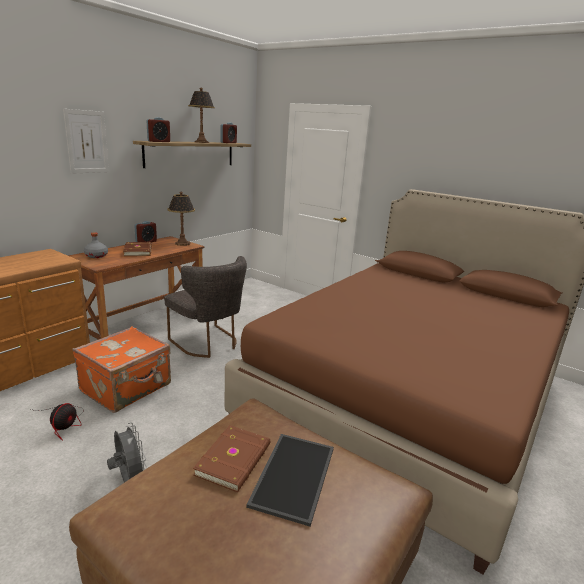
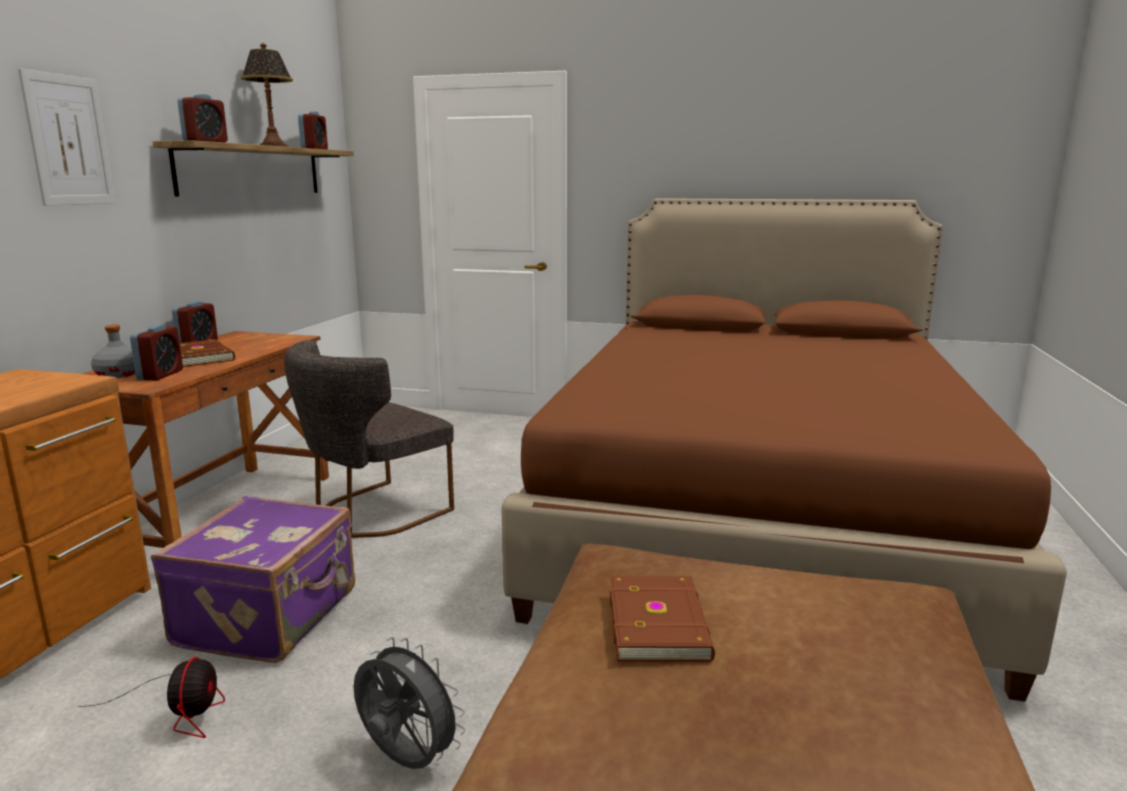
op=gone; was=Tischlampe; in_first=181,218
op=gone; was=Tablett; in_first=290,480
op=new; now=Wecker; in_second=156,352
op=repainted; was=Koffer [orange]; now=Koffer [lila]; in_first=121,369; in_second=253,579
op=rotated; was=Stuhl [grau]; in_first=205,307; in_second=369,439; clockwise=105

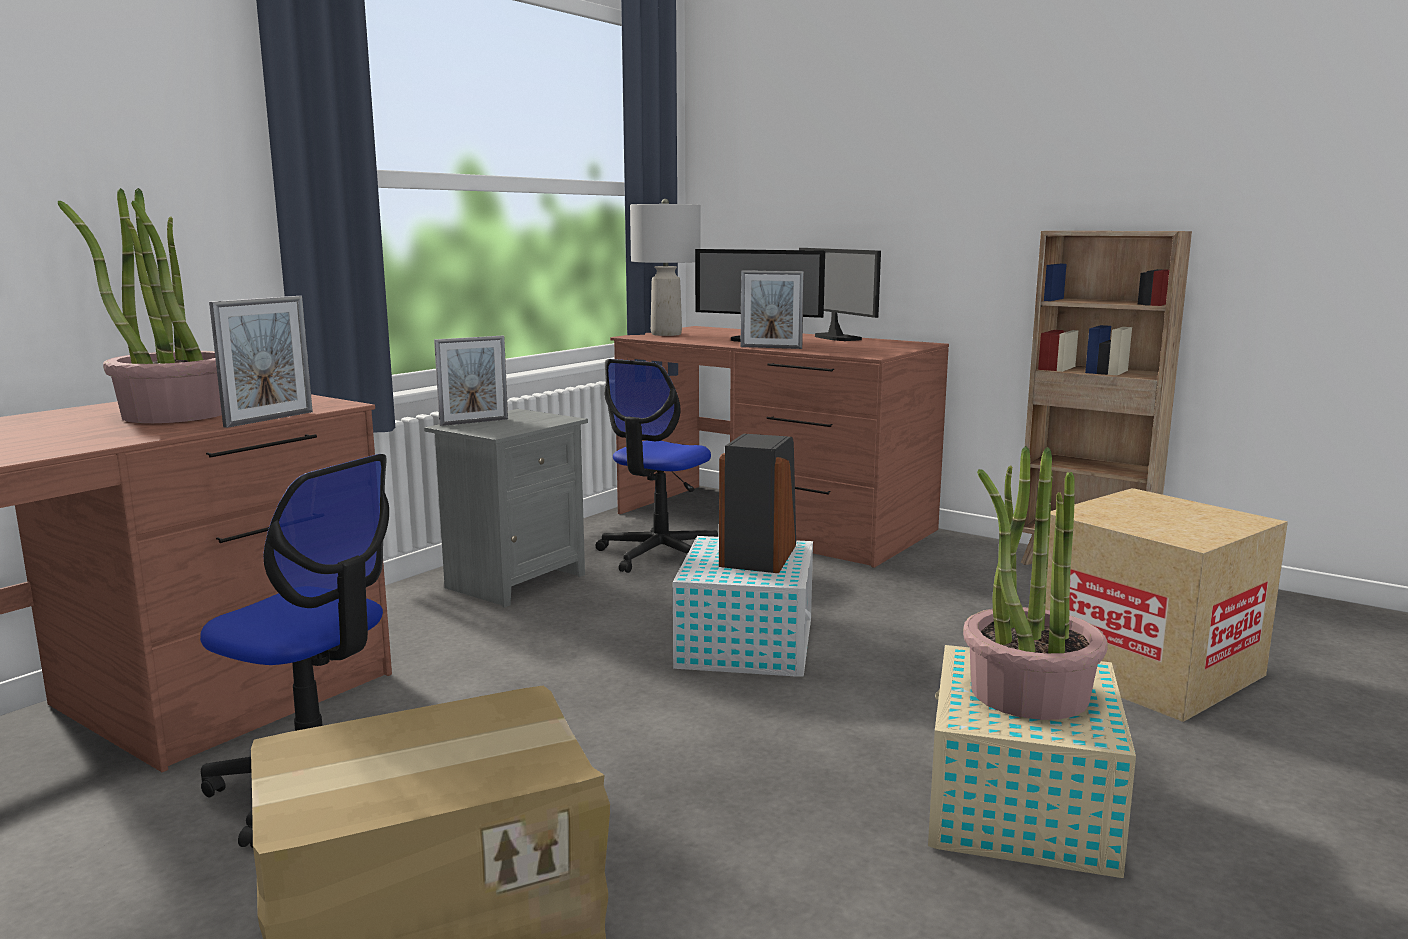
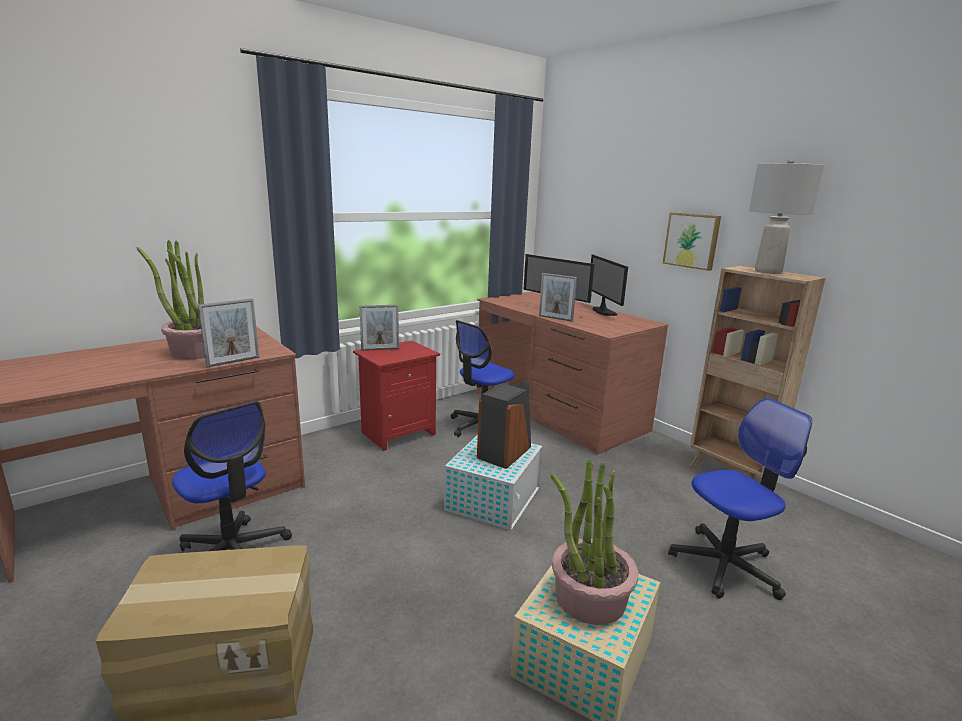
op=new; now=Bild; in_second=692,242
op=shifted; was=Tischlampe [grau]; in_first=665,267; in_second=786,217
op=swapped; was=Karton; now=Bürostuhl; in_first=1166,605; in_second=740,499
op=repainted; was=Nachttisch [grau]; now=Nachttisch [rot]; in_first=506,508; in_second=396,395

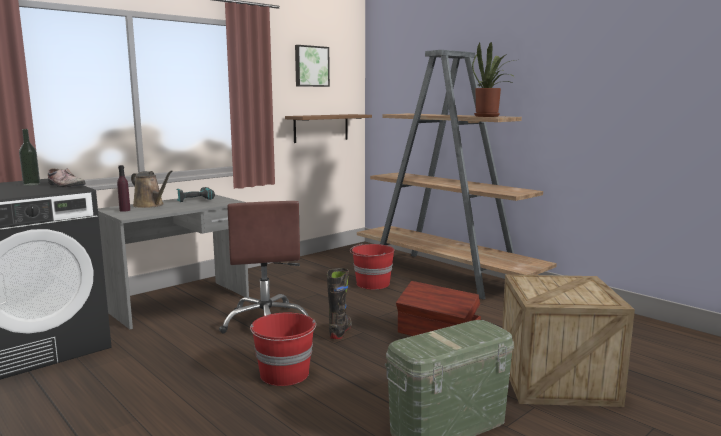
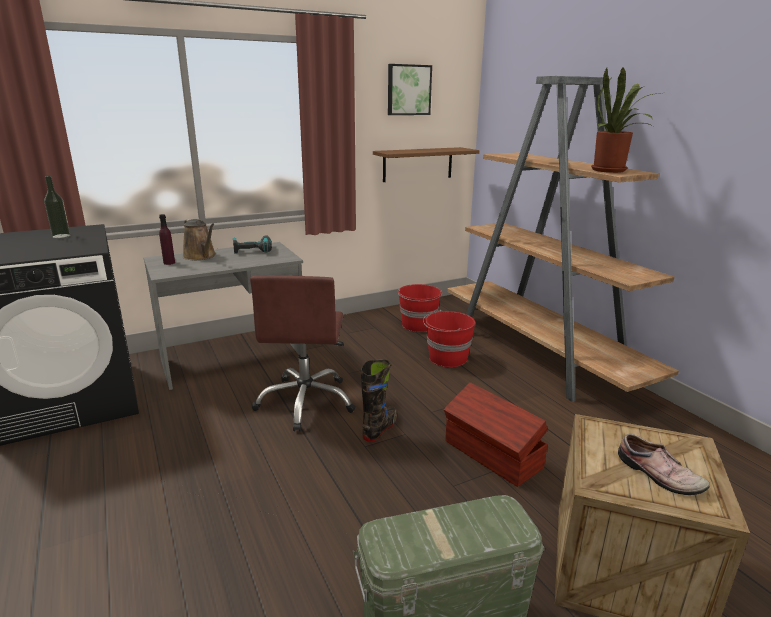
op=shifted; was=Schuh; in_first=67,178; in_second=664,464
op=shifted; was=Eimer [rot]; in_first=283,349; in_second=419,308

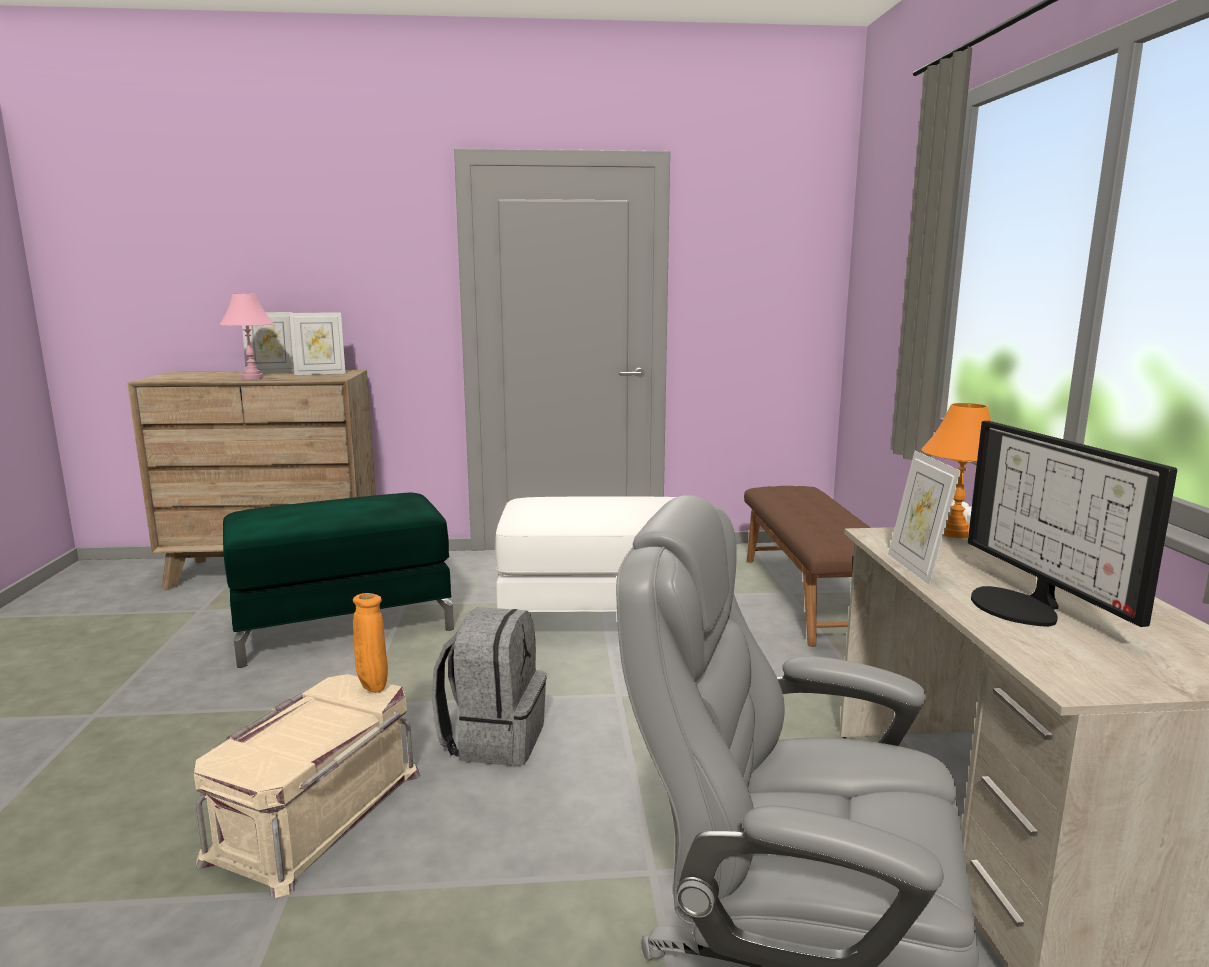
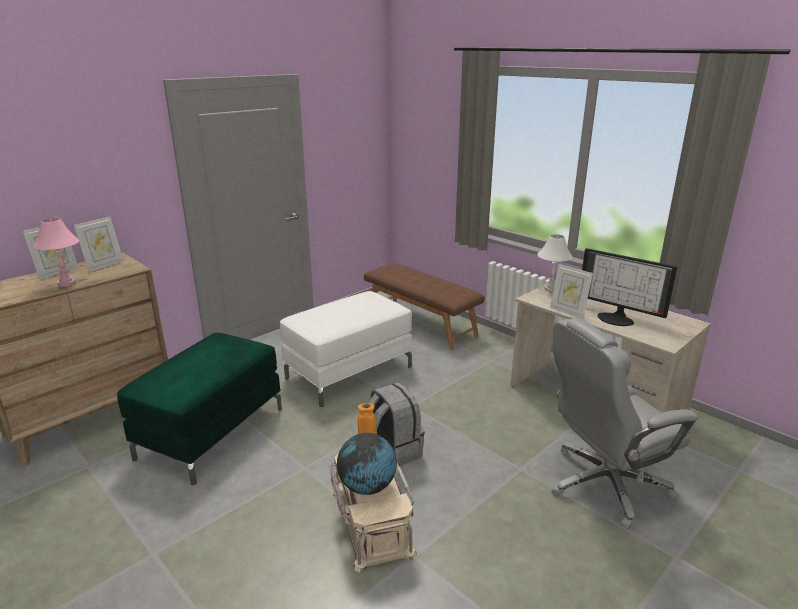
op=new; now=Globus; in_second=367,464
op=repainted; was=Tischlampe [orange]; now=Tischlampe [weiß]; in_first=956,470; in_second=554,263

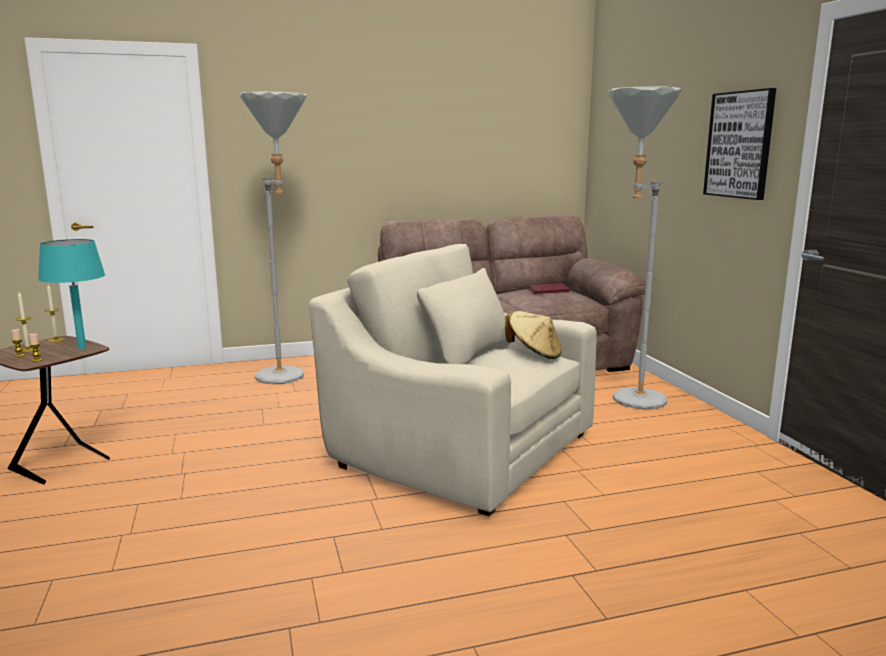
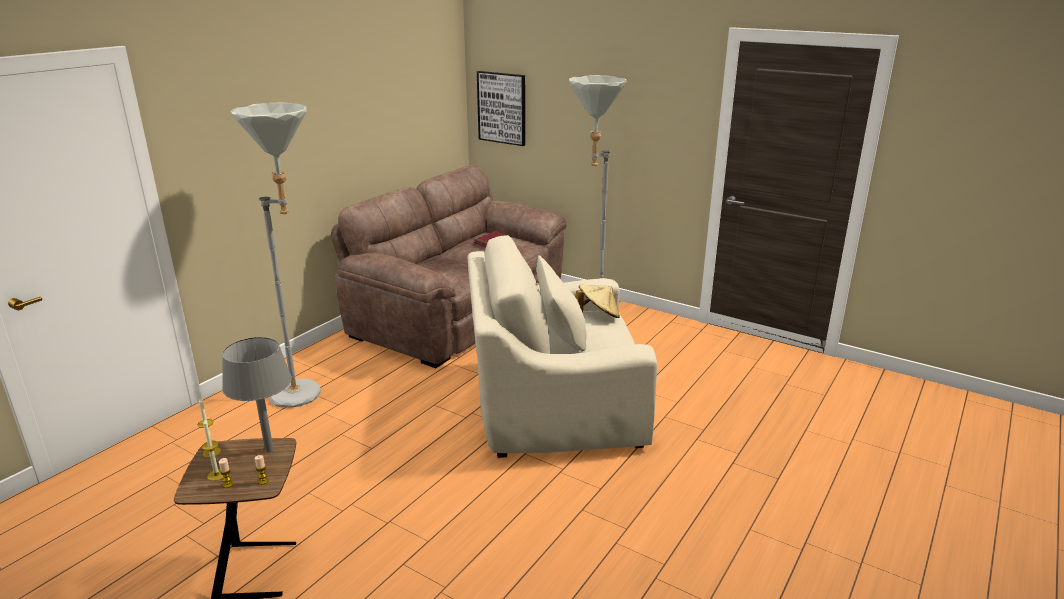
op=shifted; was=Bild; in_first=739,144; in_second=501,108
op=repainted; was=Tischlampe [türkis]; now=Tischlampe [grau]; in_first=71,294; in_second=257,394

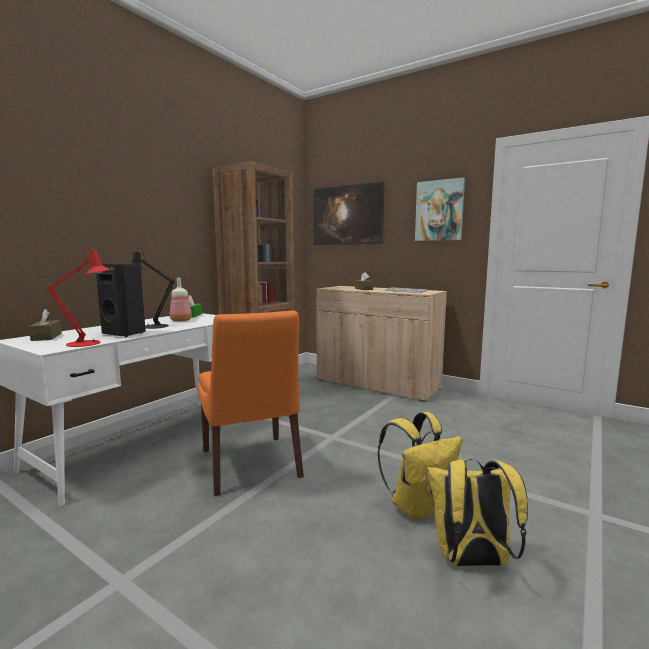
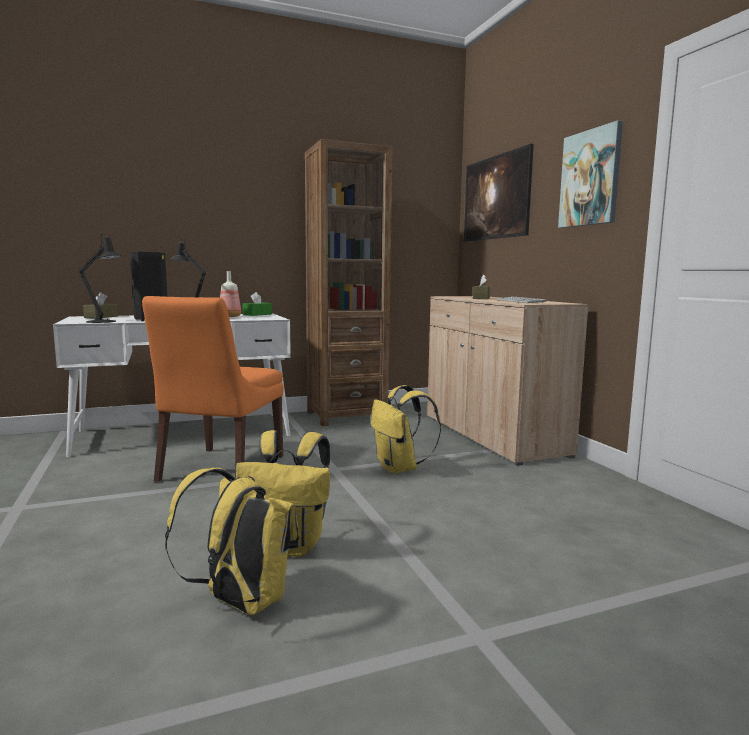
op=new; now=Rucksack [gelb]; in_second=406,429
op=repainted; was=Tischlampe [rot]; now=Tischlampe [schwarz]; in_first=79,296; in_second=100,278

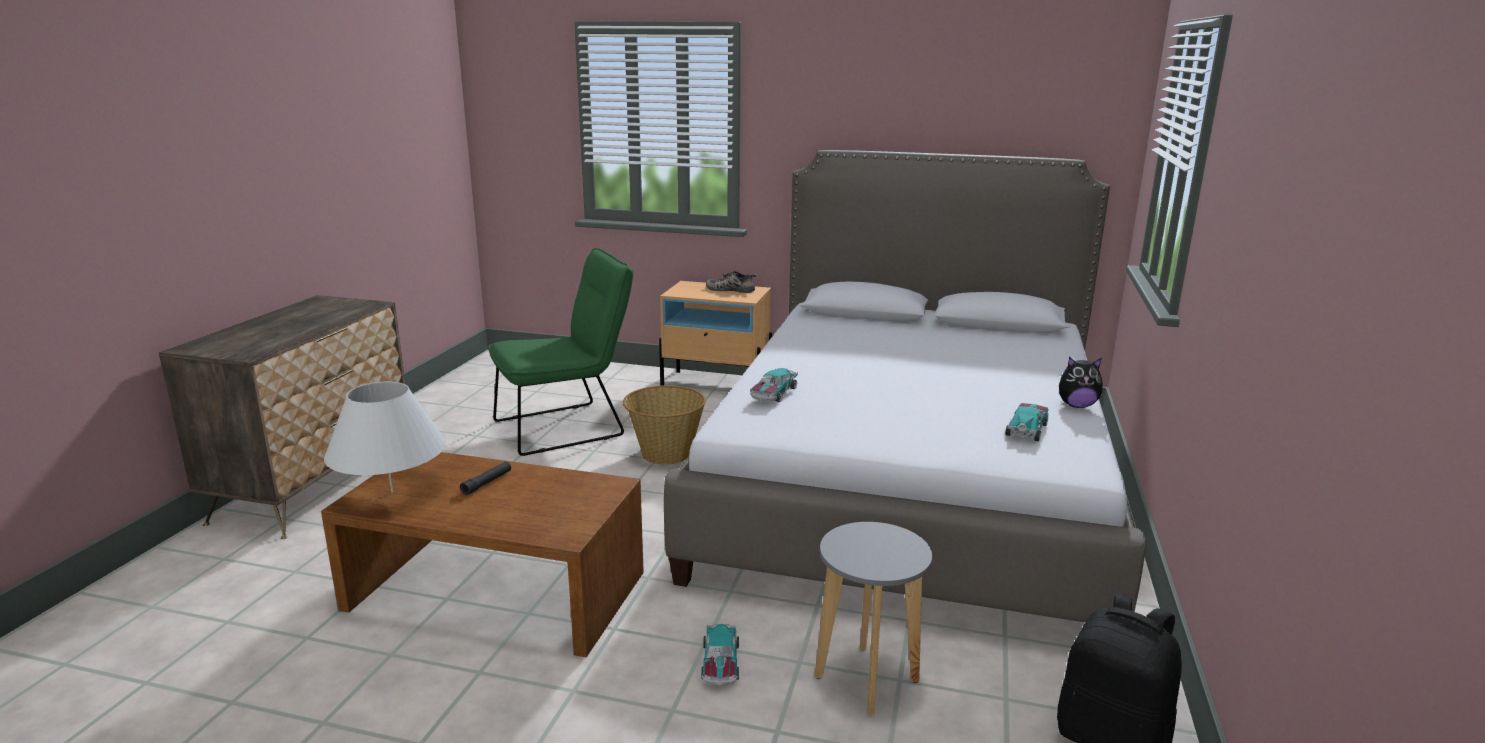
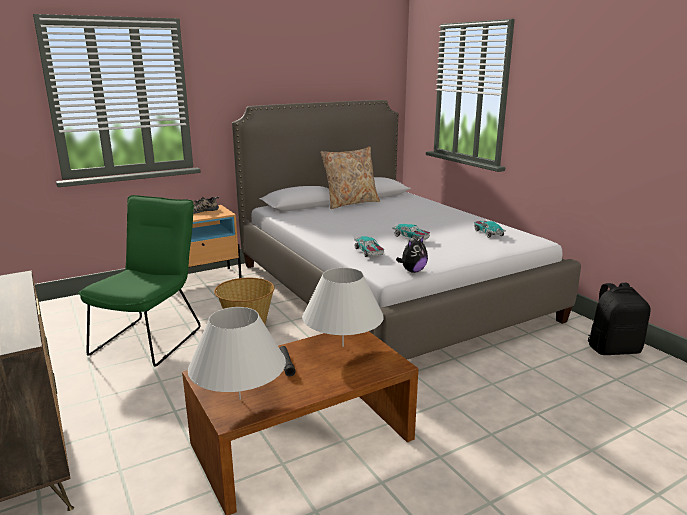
op=gone; was=Hocker [grau]; in_first=873,618
op=new; now=Tischlampe [weiß]; in_second=343,307
op=new; now=Kissen [beige]; in_second=350,178
op=shifted; was=Spielzeugauto; in_first=720,654; in_second=411,232
op=shifted; was=Plüschtier; in_first=1080,382; in_second=412,254

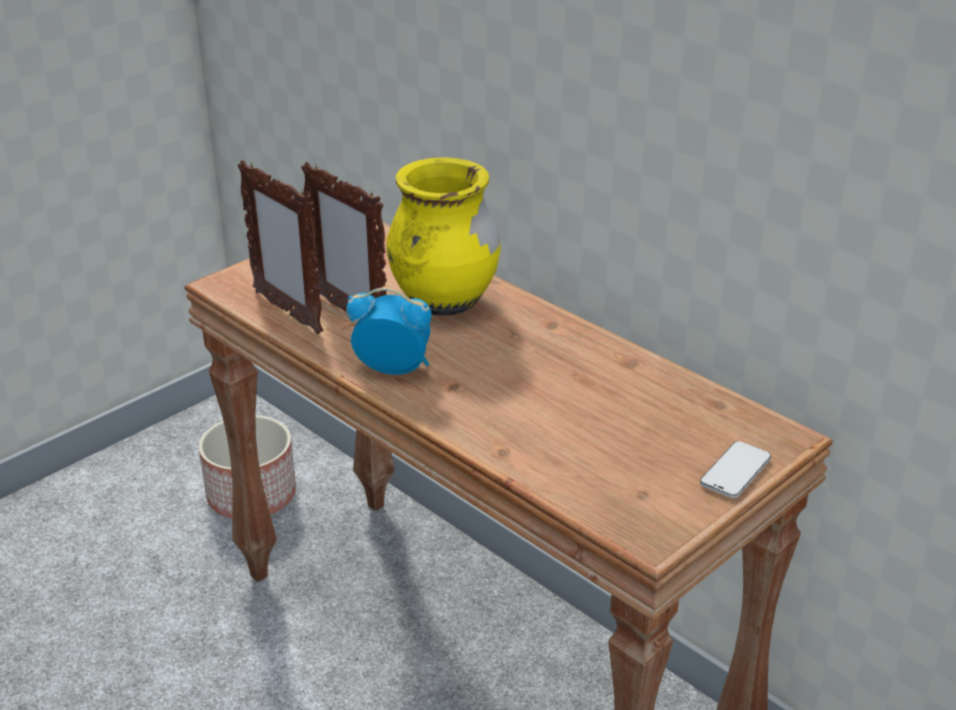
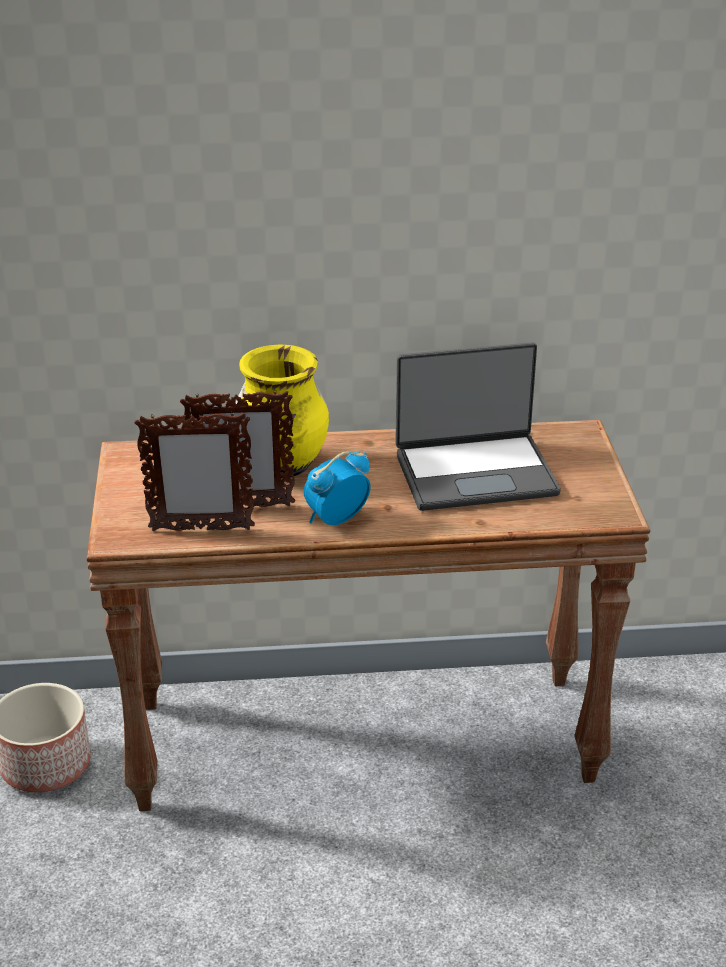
op=gone; was=Handy; in_first=735,469
op=new; now=Laptop; in_second=478,426

